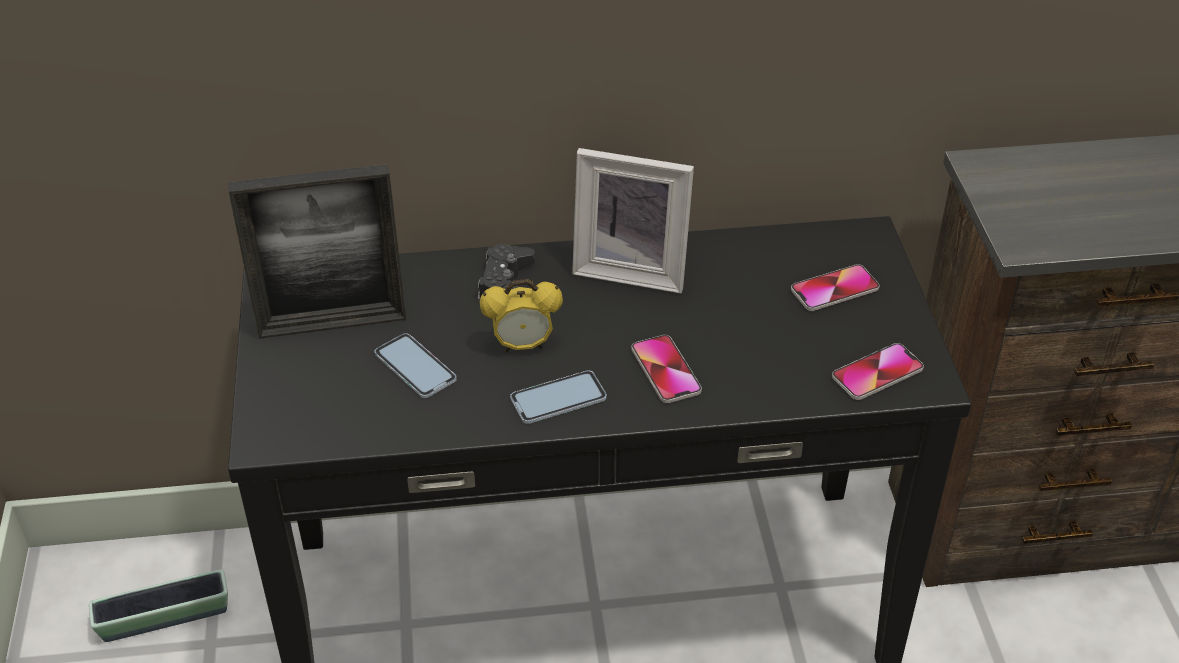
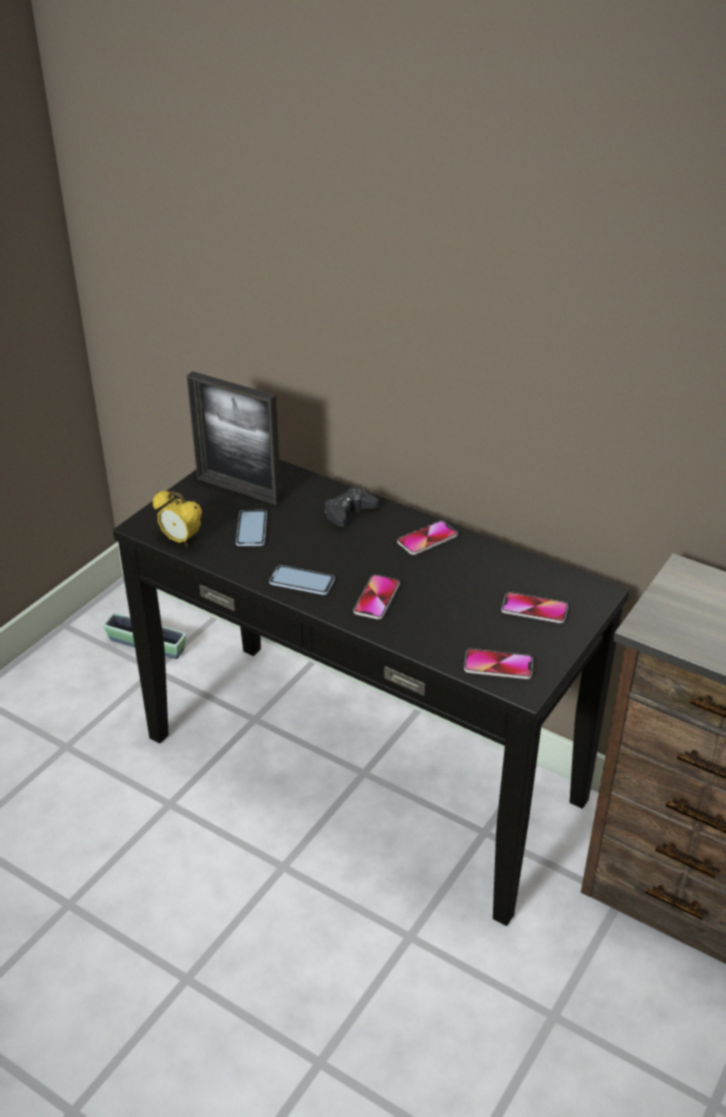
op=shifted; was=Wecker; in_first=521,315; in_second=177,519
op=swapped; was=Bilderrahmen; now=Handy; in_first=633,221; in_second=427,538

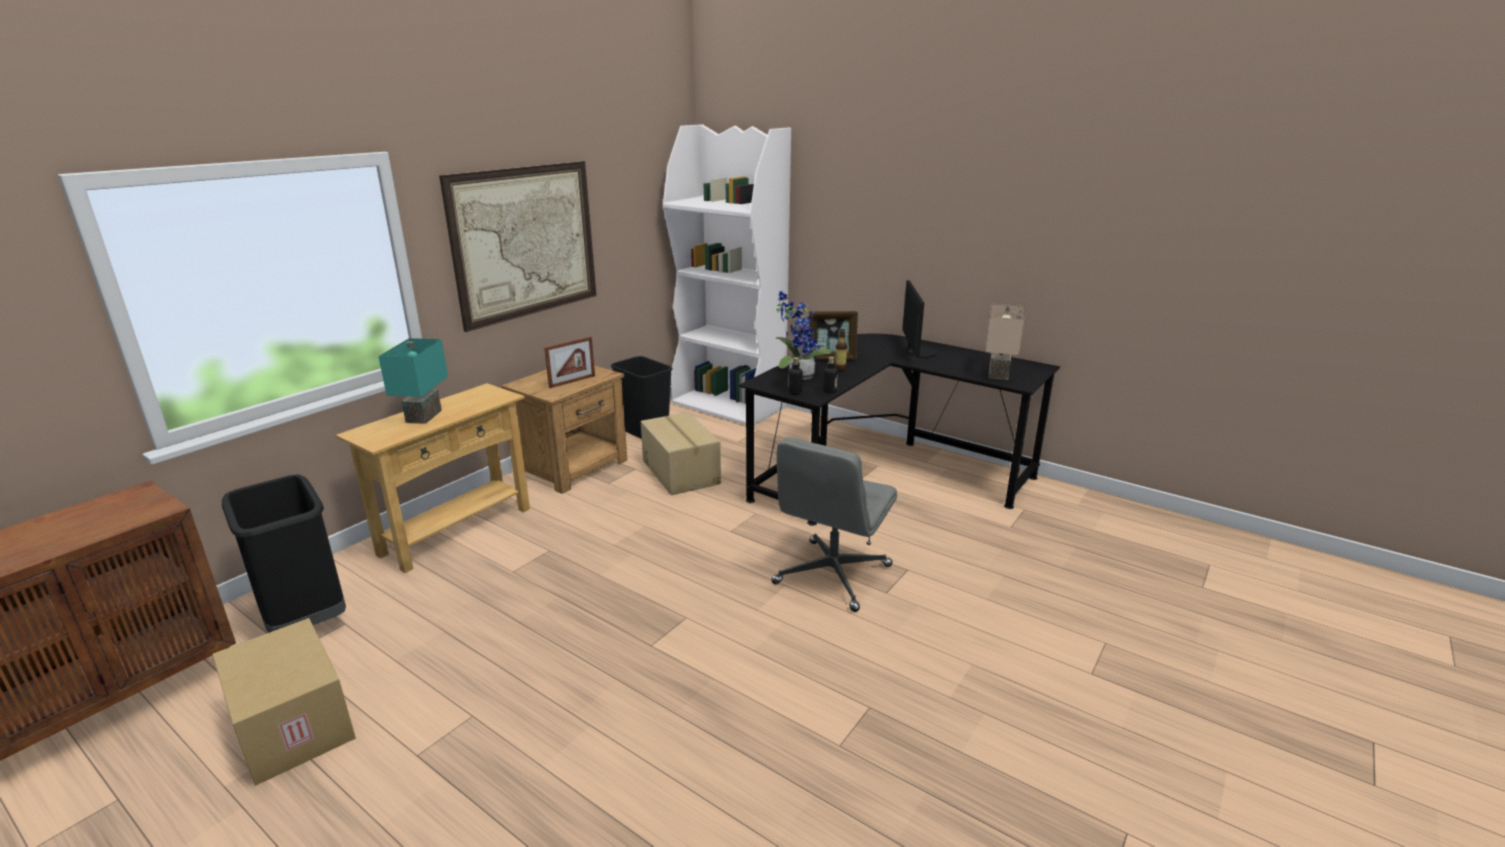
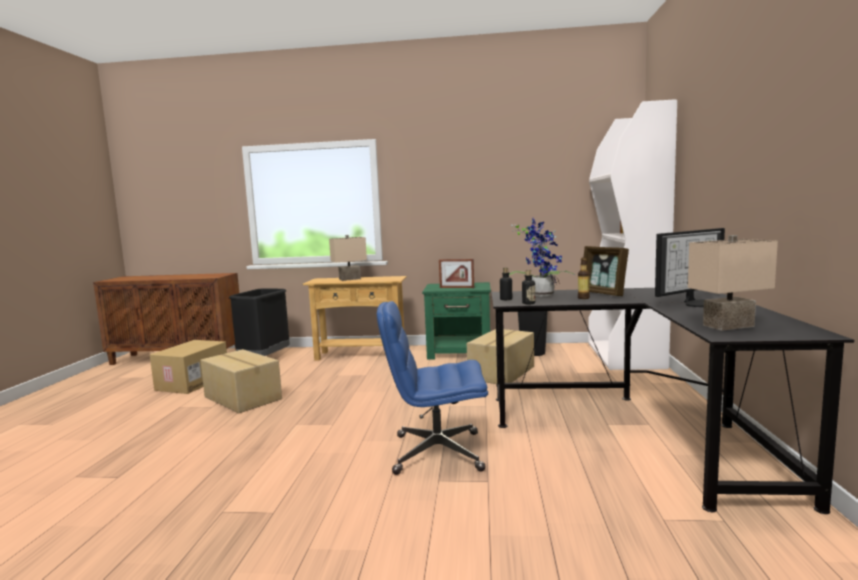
op=gone; was=Bild; in_first=517,246
op=new; now=Karton; in_second=241,381
op=repainted; was=Tischlampe [türkis]; now=Tischlampe [beige]; in_first=413,381; in_second=348,258
op=repainted; was=Nachttisch [braun]; now=Nachttisch [grün]; in_first=564,429; in_second=456,321
op=repainted; was=Bürostuhl [grau]; now=Bürostuhl [blau]; in_first=834,524; in_second=432,388

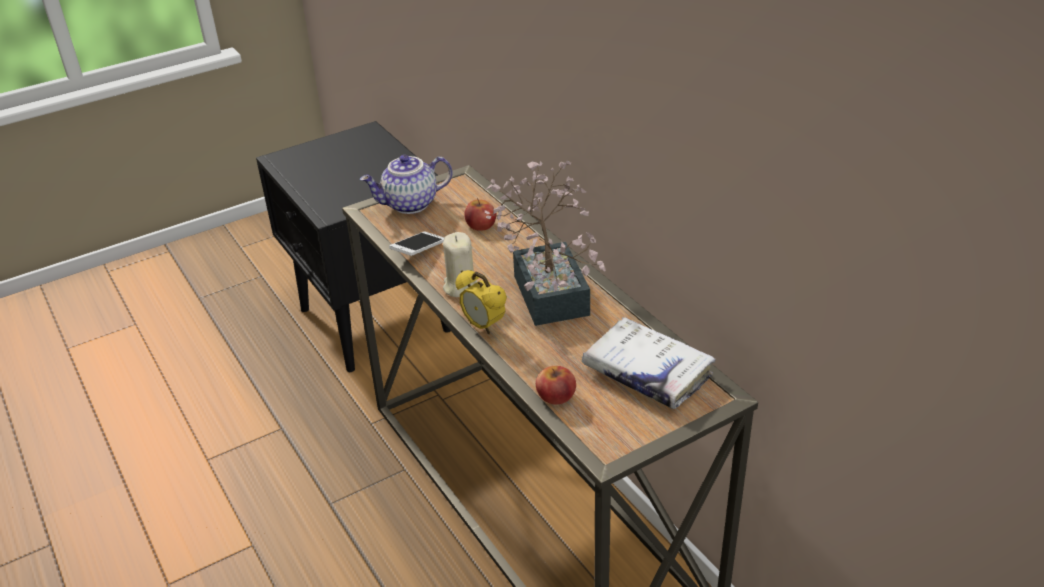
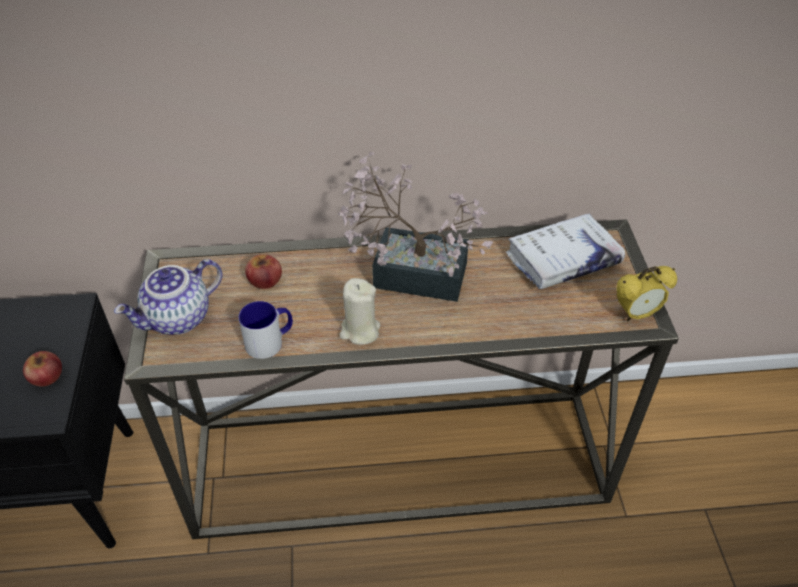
op=shifted; was=Wecker; in_first=481,302; in_second=647,294
op=shifted; was=Apfel; in_first=556,385; in_second=42,368
op=swapped; was=Handy; now=Henkelbecher; in_first=416,244; in_second=266,330
op=rotated; was=Teekanne; in_first=406,184; in_second=168,297; clockwise=45

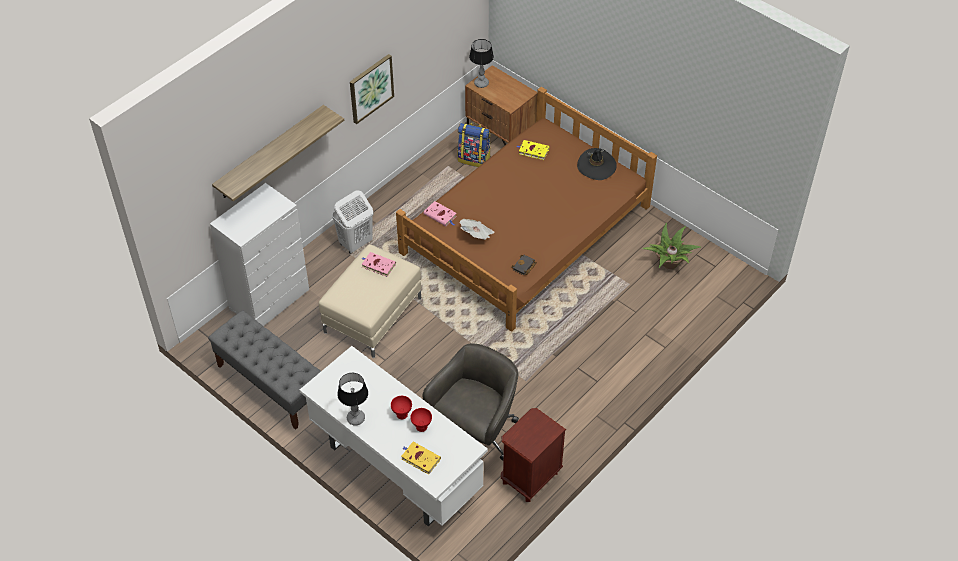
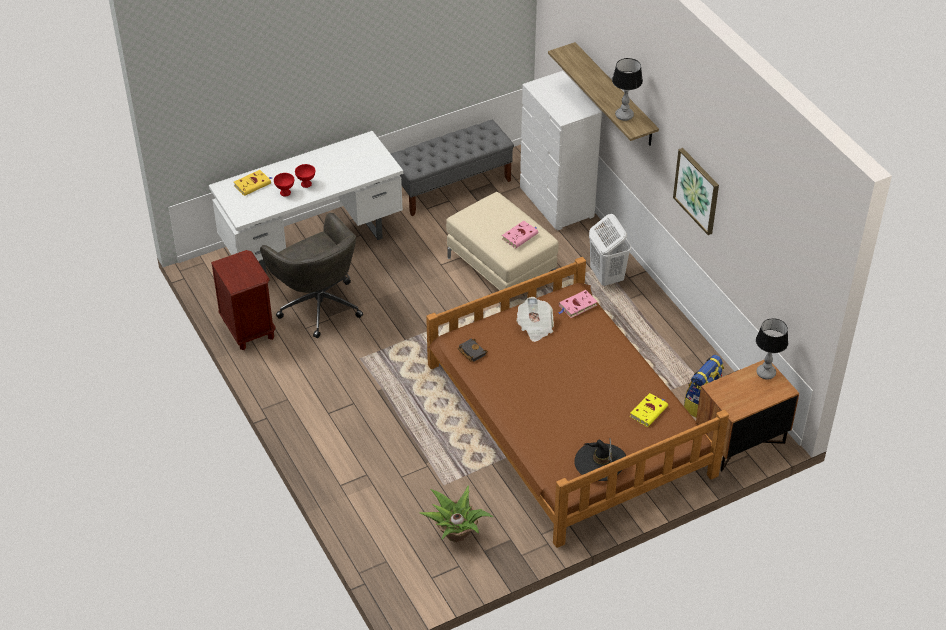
op=shifted; was=Tischlampe; in_first=352,399; in_second=627,89

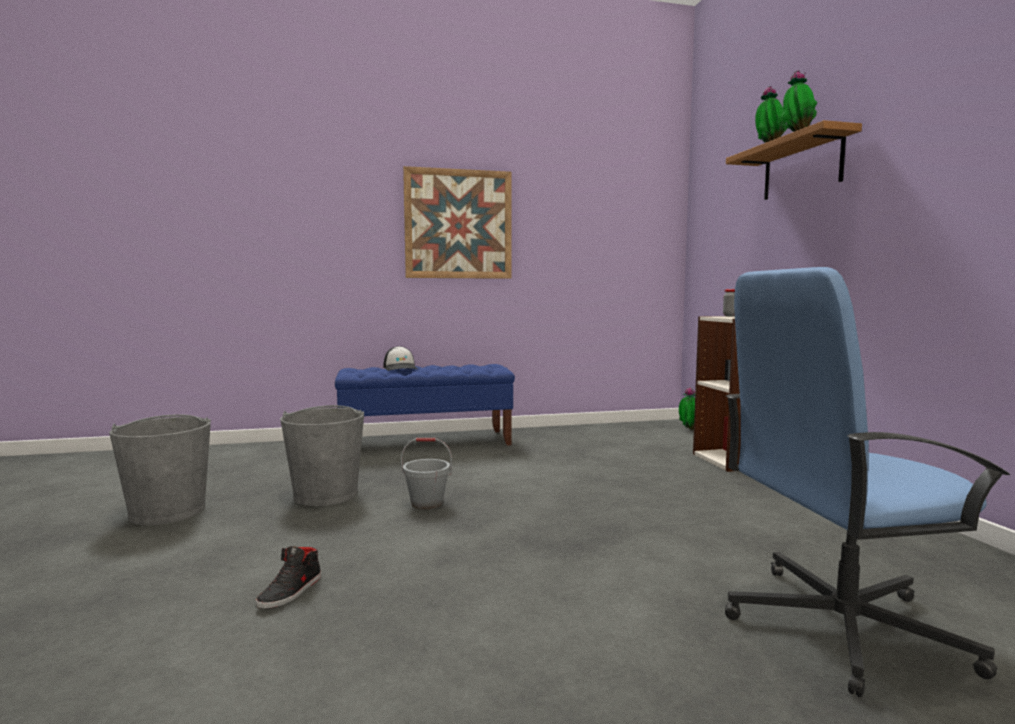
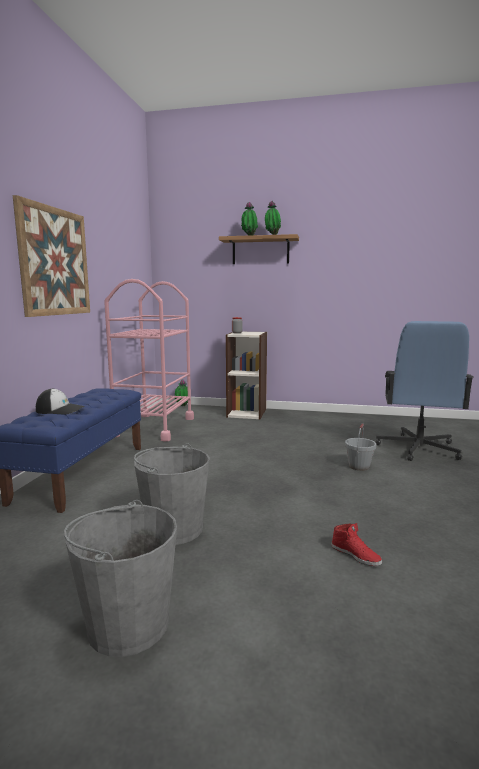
op=new; now=Rollwagen [rosa]; in_second=149,360
op=shifted; was=Eimer [grau]; in_first=426,473; in_second=360,447
op=repainted; was=Schuh [schwarz]; now=Schuh [rot]; in_first=288,577; in_second=356,544

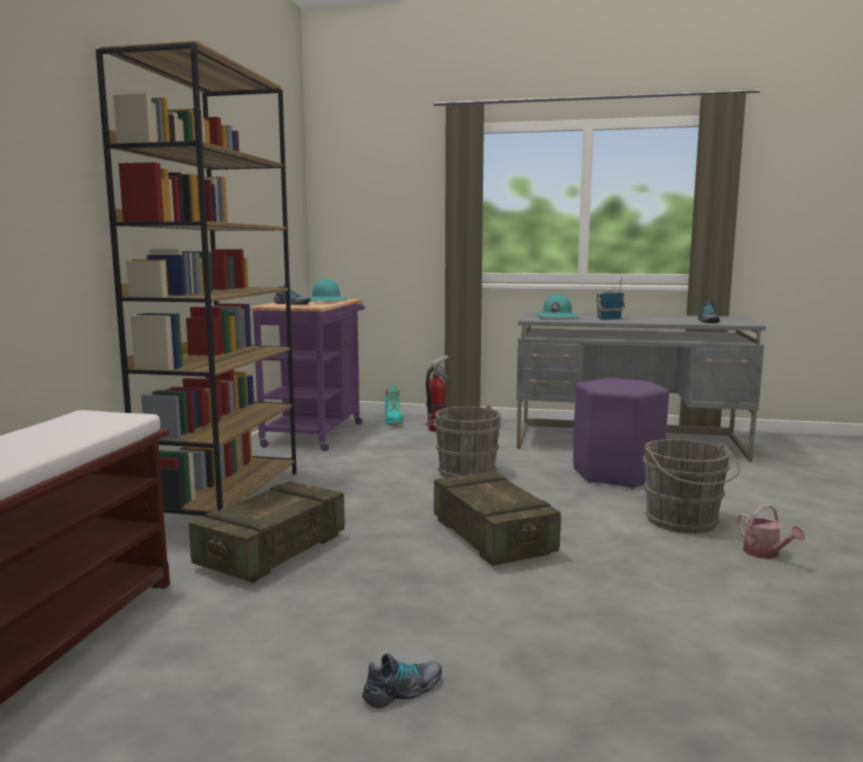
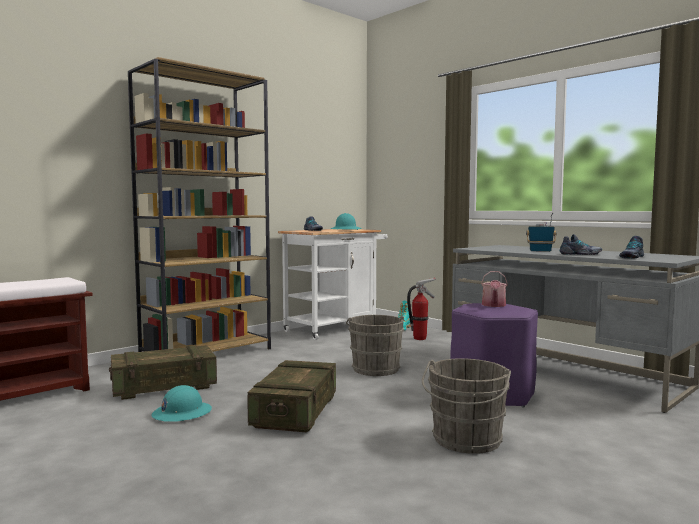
op=shifted; was=Schuh; in_first=402,680; in_second=581,244
op=shifted; was=Schutzhelm [türkis]; in_first=557,306; in_second=182,403
op=shifted; was=Gießkanne; in_first=771,531; in_second=494,289
op=repainted; was=Rollwagen [lila]; now=Rollwagen [weiß]; in_first=307,375; in_second=333,284

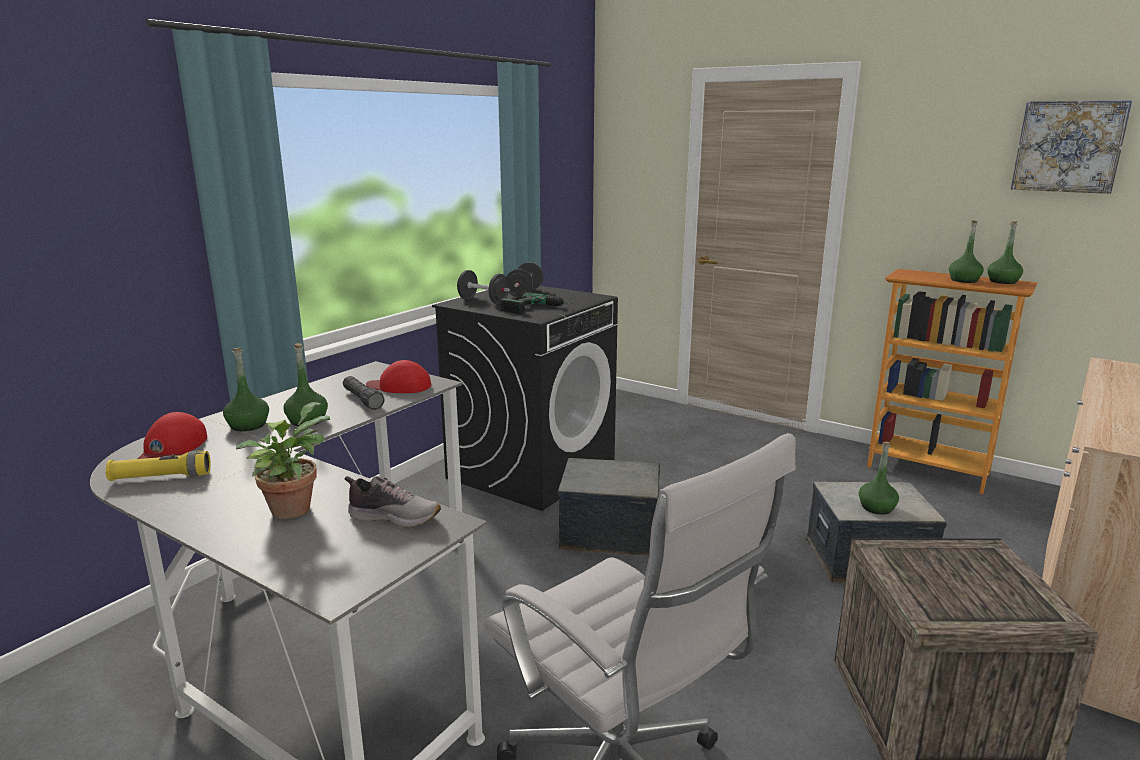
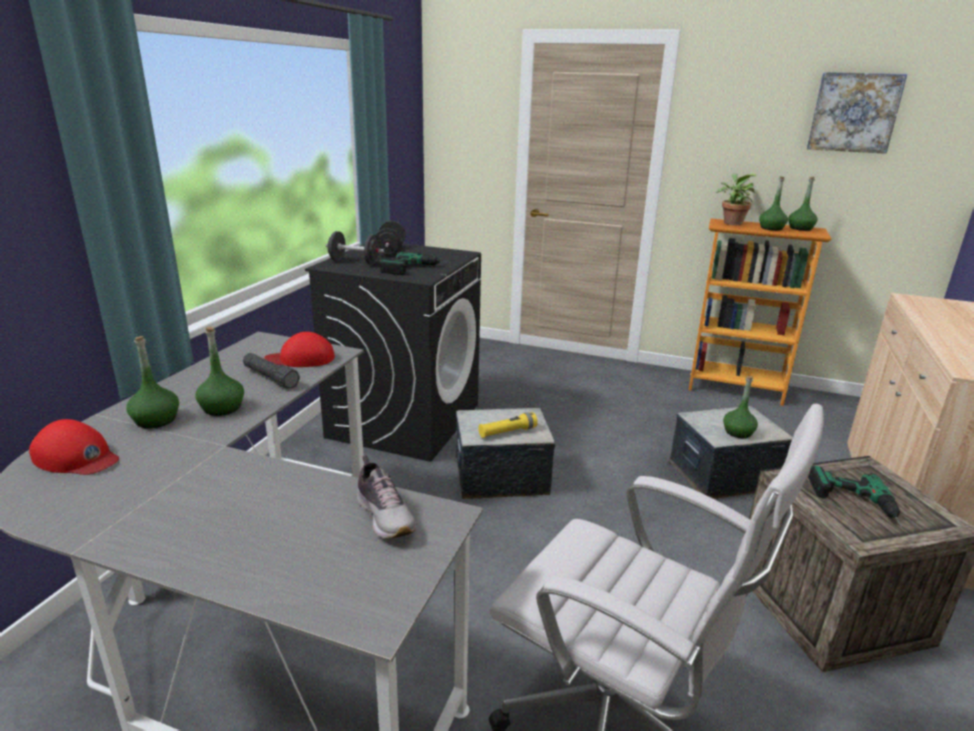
op=new; now=Bohrmaschine; in_second=855,496
op=shifted; was=Taschenlampe [gelb]; in_first=158,466; in_second=508,425
op=shifted; was=Topfpflanze; in_first=282,460; in_second=736,199
op=rotated; was=Kappe [rot]; in_first=172,435; in_second=74,447; clockwise=-60
op=rotated; was=Schuh; in_first=392,501; in_second=386,497; clockwise=60

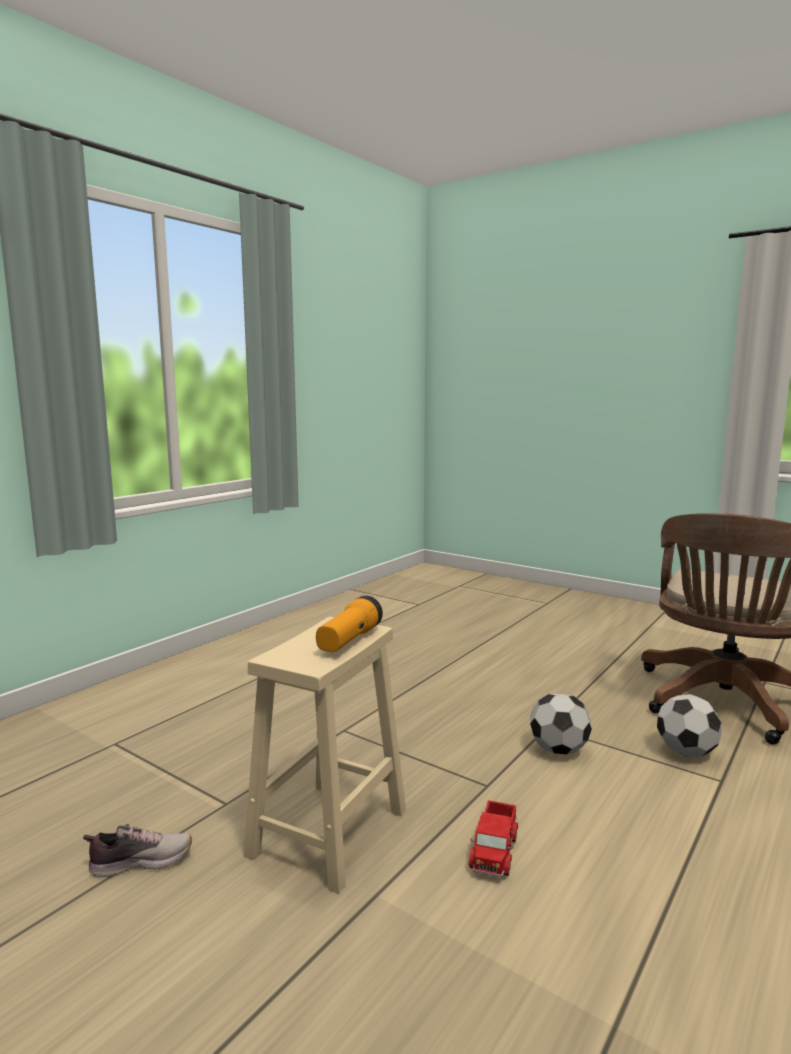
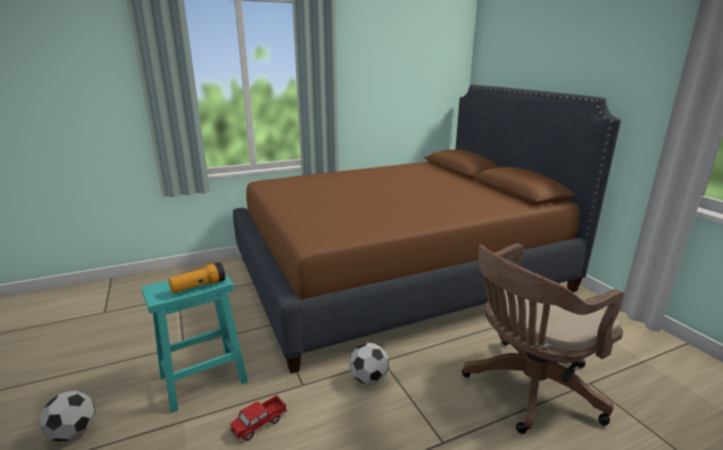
op=gone; was=Schuh; in_first=137,850
op=new; now=Bett [braun]; in_second=427,229
op=shifted; was=Fußball; in_first=689,725; in_second=67,416
op=repainted; was=Hocker [beige]; now=Hocker [türkis]; in_first=325,755; in_second=194,343

